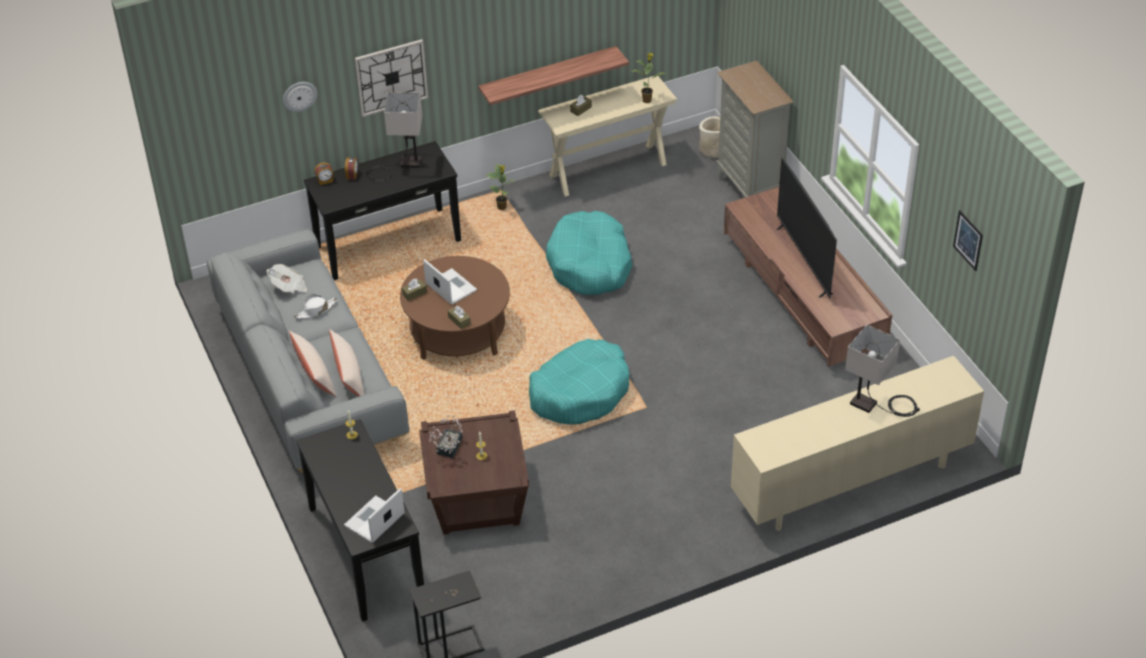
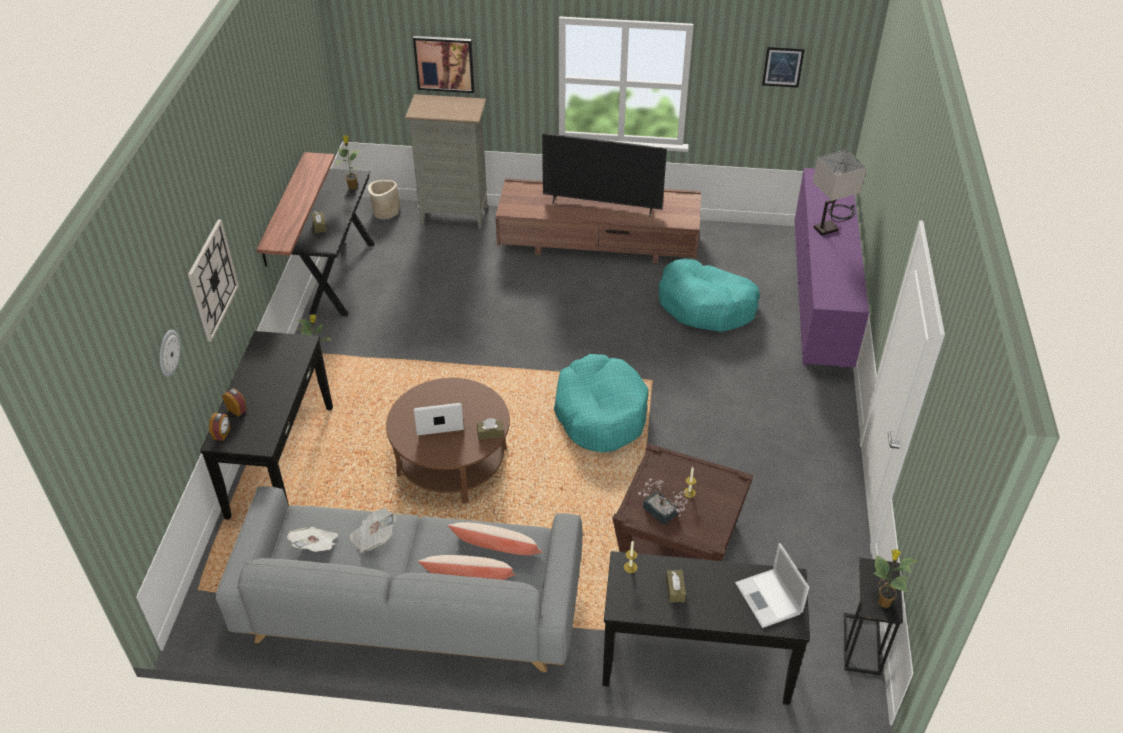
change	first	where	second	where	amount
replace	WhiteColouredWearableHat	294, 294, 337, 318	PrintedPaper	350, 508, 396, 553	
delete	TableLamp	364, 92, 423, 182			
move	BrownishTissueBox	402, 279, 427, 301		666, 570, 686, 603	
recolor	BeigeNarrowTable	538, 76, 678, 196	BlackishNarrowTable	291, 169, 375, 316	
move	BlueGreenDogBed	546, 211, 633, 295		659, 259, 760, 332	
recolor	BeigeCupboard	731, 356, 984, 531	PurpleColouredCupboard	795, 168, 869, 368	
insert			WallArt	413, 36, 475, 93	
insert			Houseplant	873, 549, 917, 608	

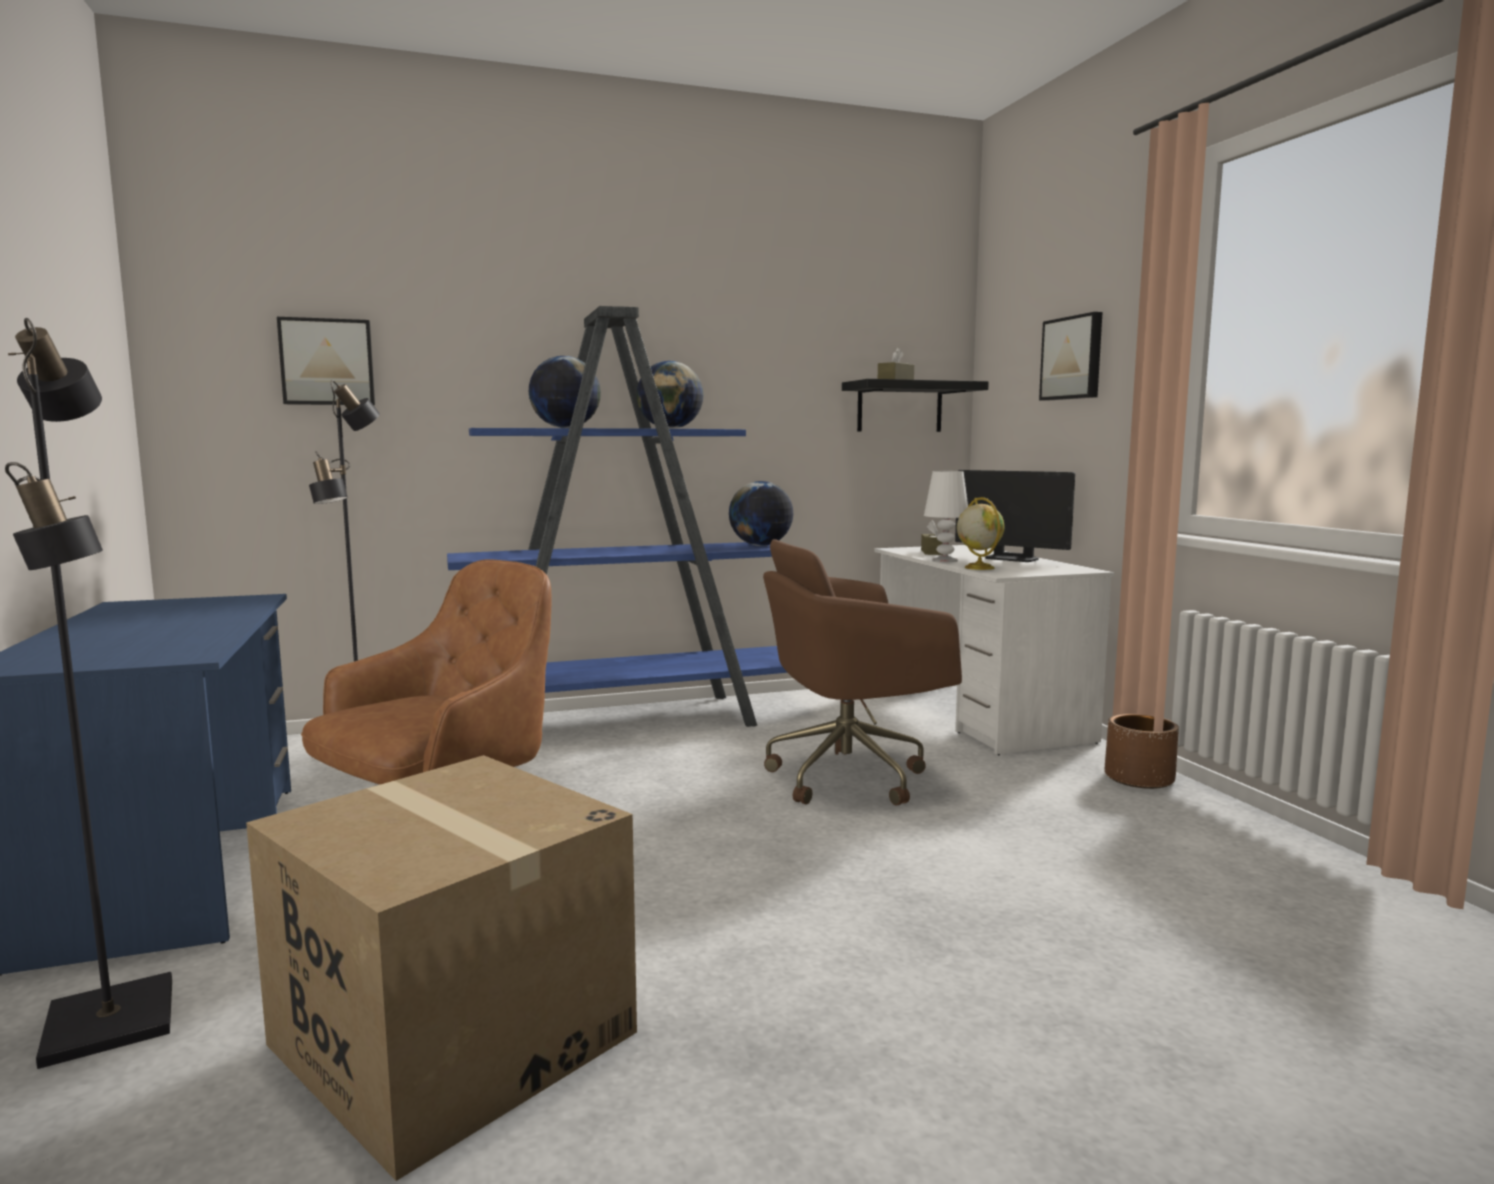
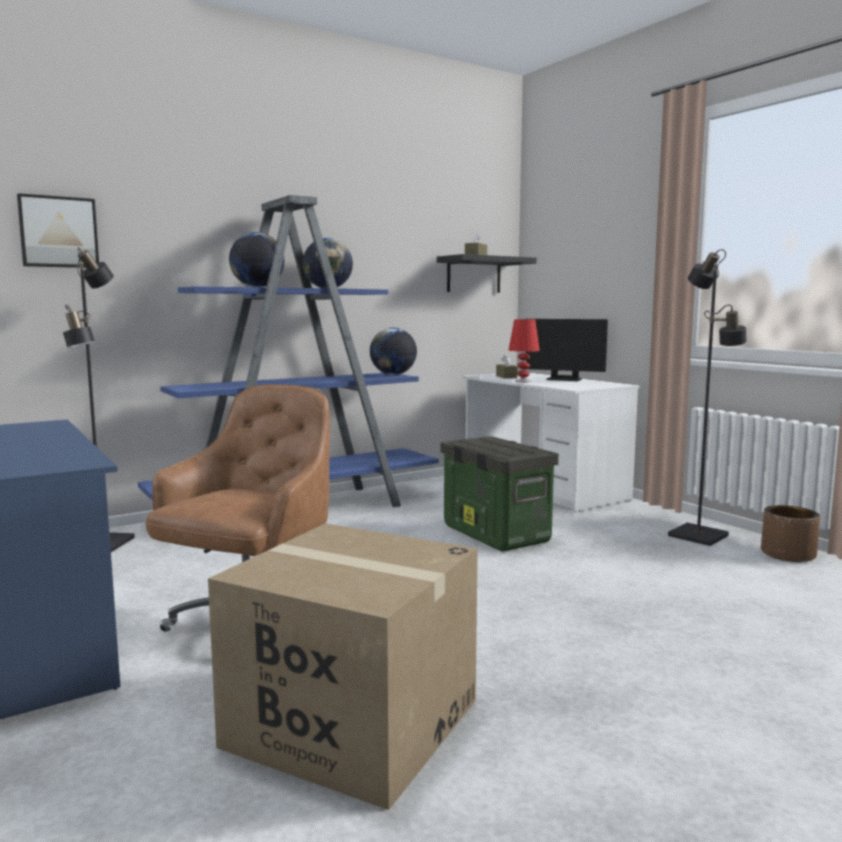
change	first	where	second	where	amount
move	BlackishStandardLamp	5, 318, 172, 1069		668, 249, 746, 546	
replace	BrownishComputerChair	763, 539, 962, 806	StorageBin	440, 436, 559, 552	
recolor	WhiteColouredTableLamp	924, 471, 968, 562	RedColouredTableLamp	509, 319, 540, 383	
delete	DeskGlobe	957, 497, 1005, 570			
delete	WallArt	1039, 312, 1102, 401			
move	BrownishFlowerPot	1105, 714, 1179, 789		761, 505, 820, 562	

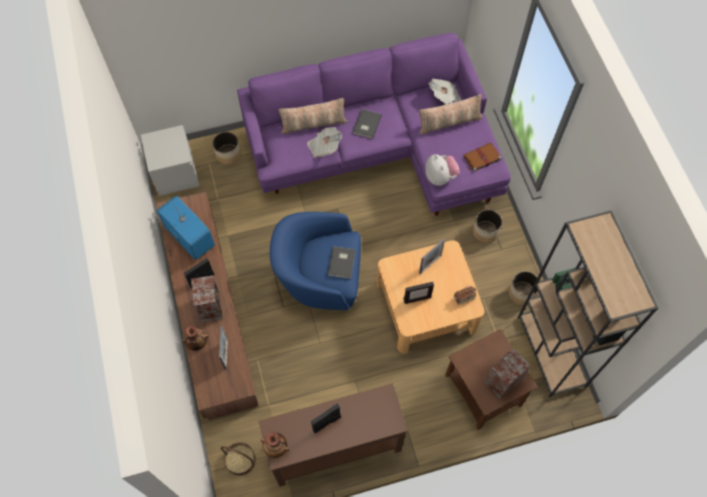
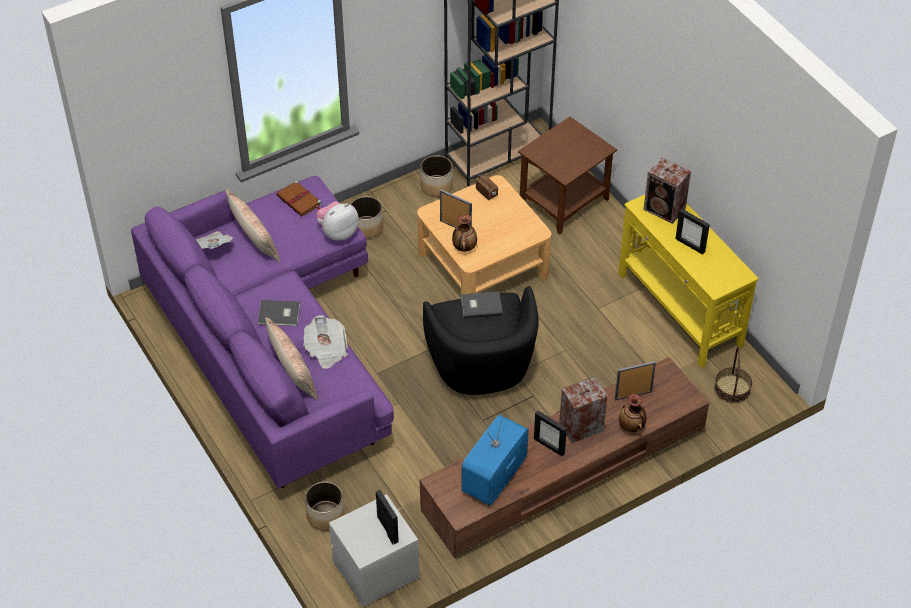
change	first	where	second	where	amount
recolor	BrownishNarrowTable	259, 383, 408, 487	YellowColouredNarrowTable	618, 195, 759, 368	
move	Vase	261, 432, 289, 458		452, 214, 477, 252	
recolor	BlueColouredArmchair	270, 212, 361, 310	BlackishArmchair	423, 286, 539, 395	
move	StandingFrame	404, 282, 434, 304		376, 490, 399, 545	
move	Loudspeaker	484, 349, 531, 399		643, 157, 691, 224	

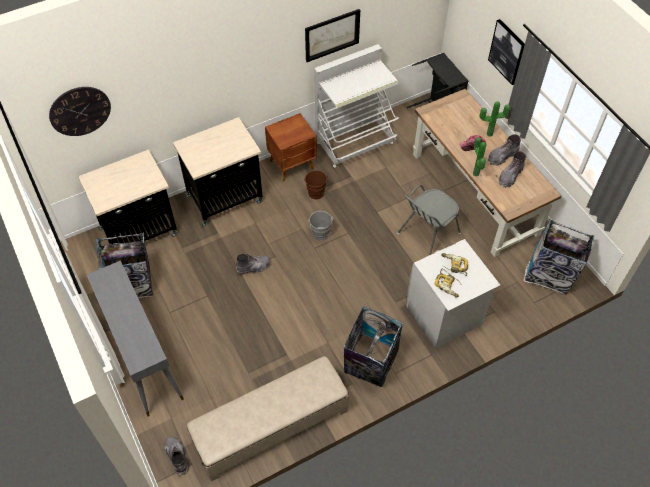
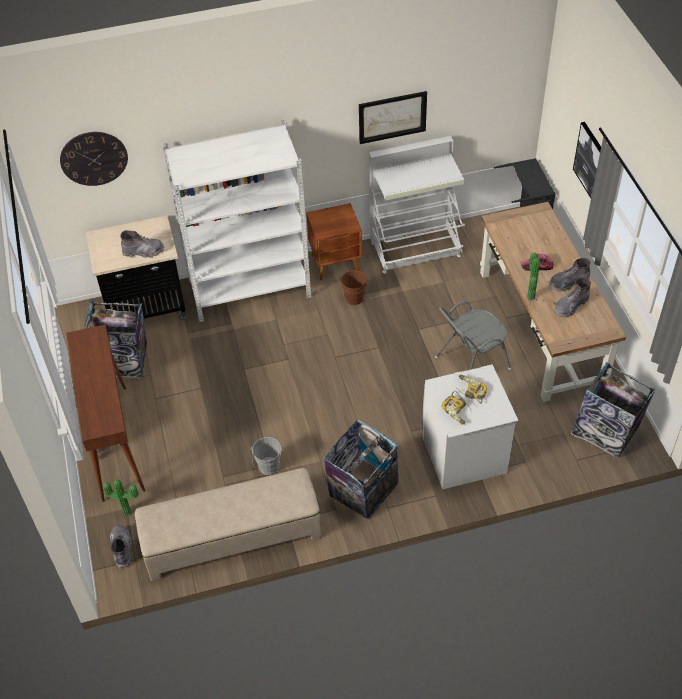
change	first	where	second	where	amount
recolor	GrayNarrowTable	87, 260, 184, 417	BrownishNarrowTable	66, 325, 145, 502	
replace	BlackishTrolley	173, 117, 263, 226	WhiteColouredShelvingUnit	162, 119, 311, 322	
move	GrayBoot	236, 254, 271, 275		120, 230, 164, 258	
move	GrayBucket	308, 211, 333, 241		251, 437, 283, 475	
move	Houseplant	480, 101, 510, 137		103, 480, 138, 516	

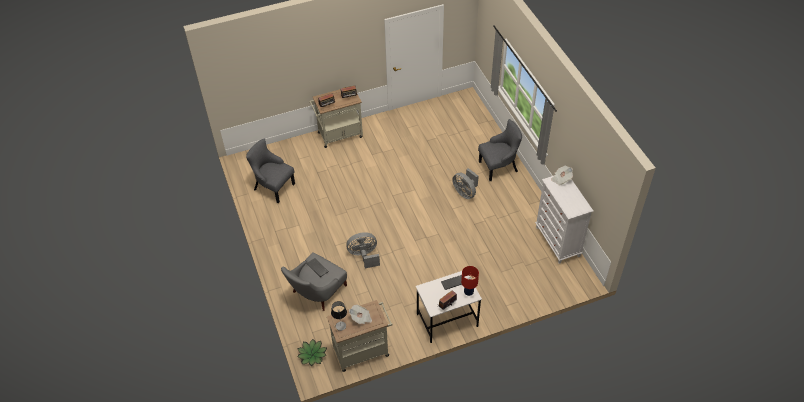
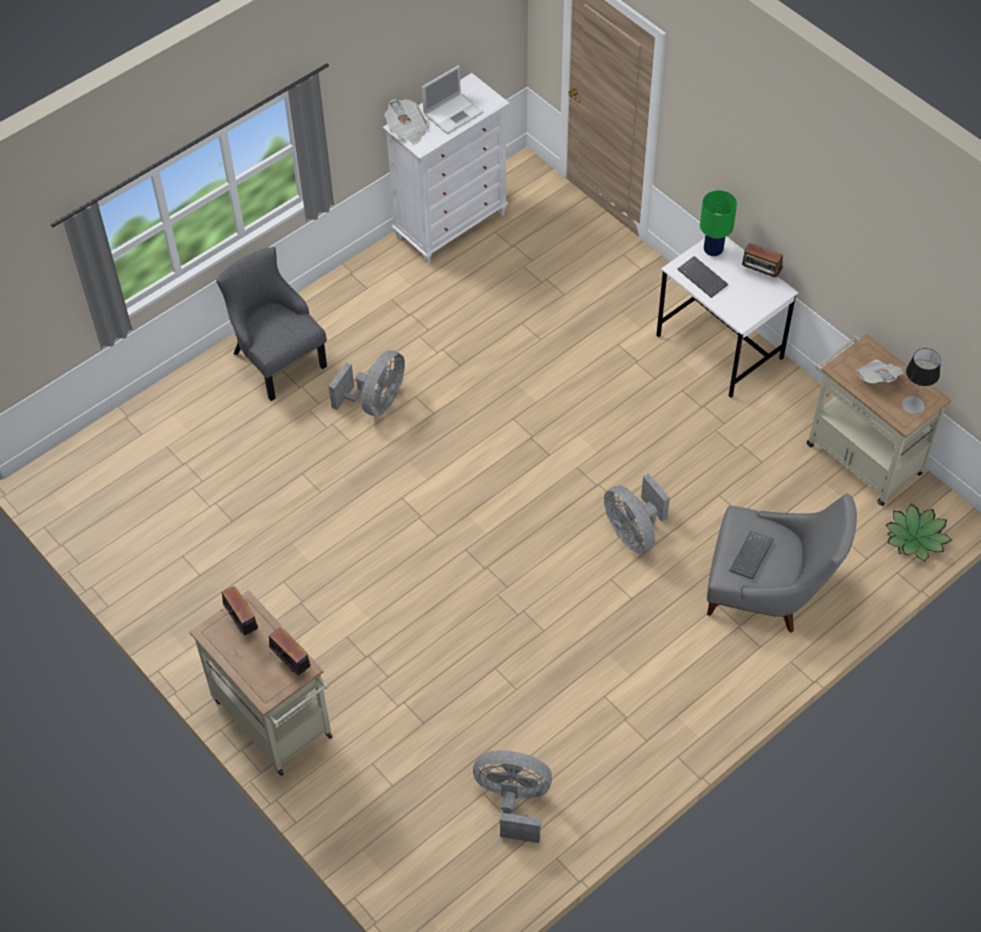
change	first	where	second	where	amount
replace	GrayArmchair	246, 138, 295, 203	GrayCoolingFan	473, 750, 552, 843	
recolor	RedColouredTableLamp	461, 266, 479, 296	GreenColouredTableLamp	700, 190, 737, 256	
insert			Laptop	422, 65, 483, 134	

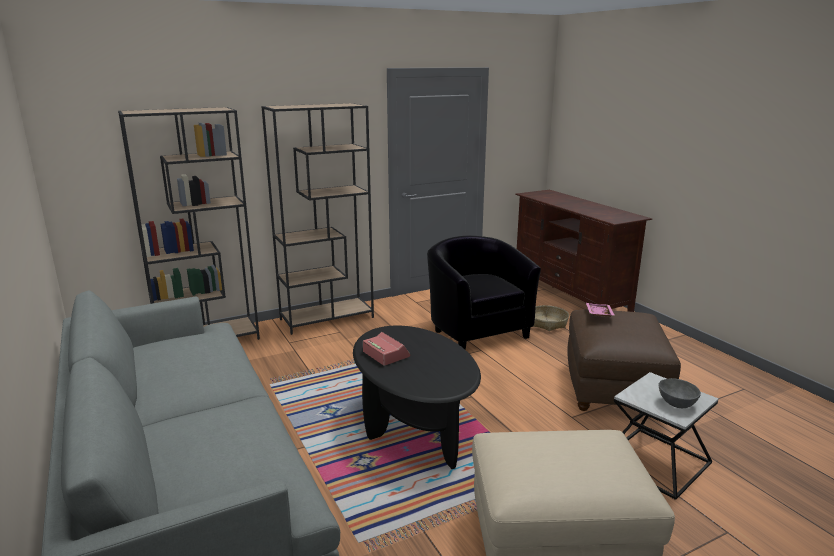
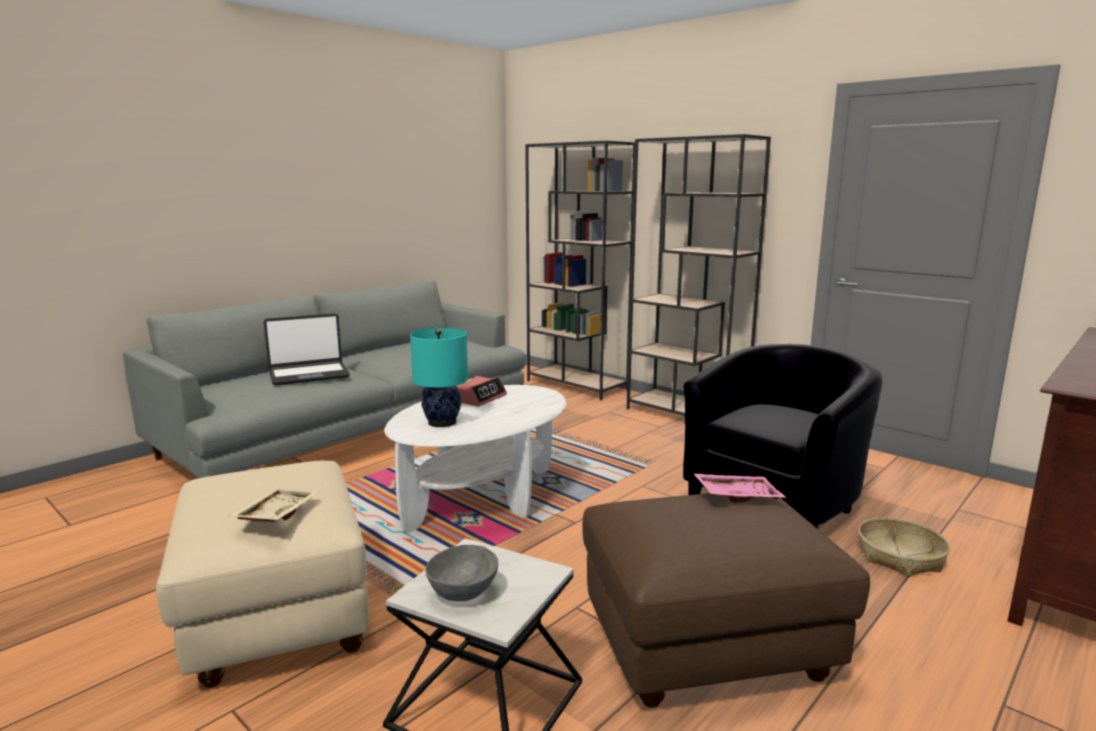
change	first	where	second	where	amount
recolor	BlackishLoungeTable	353, 325, 481, 469	WhiteColouredLoungeTable	384, 385, 566, 533	
insert			BeigeCarryingTray	228, 488, 319, 522	
insert			Laptop	264, 314, 350, 385	
insert			BlueGreenTableLamp	410, 328, 468, 427	

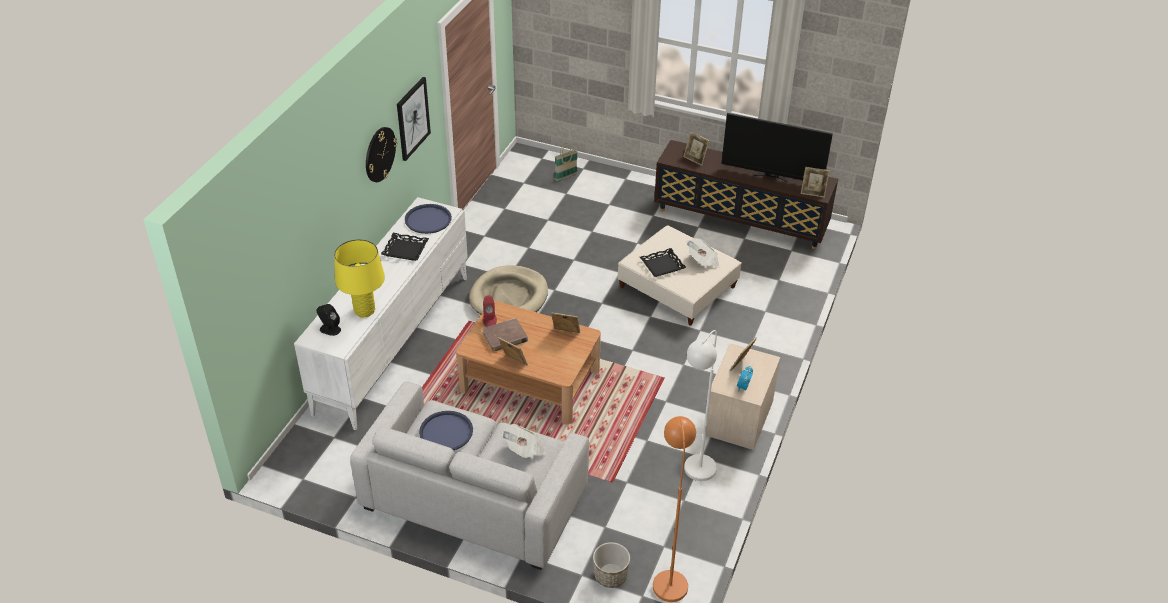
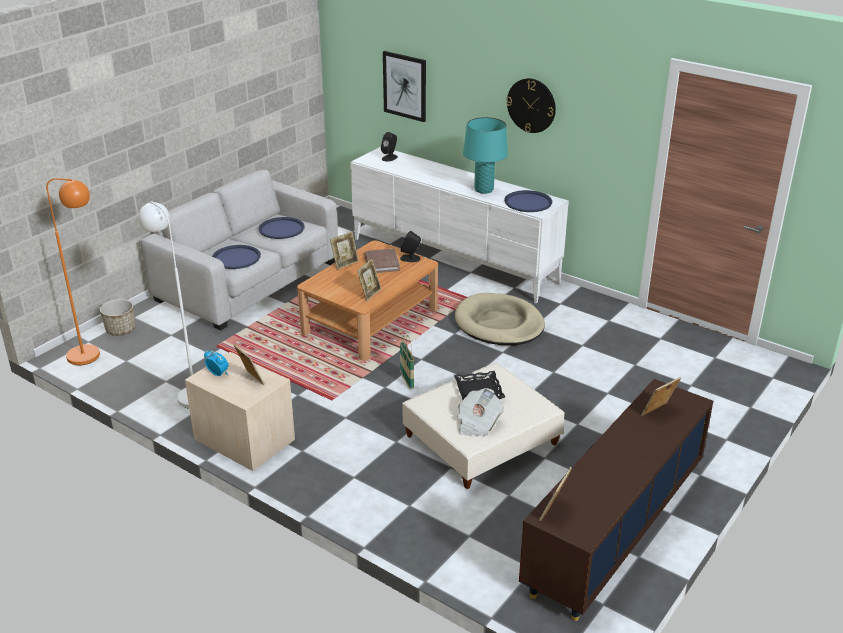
change	first	where	second	where	amount
delete	YellowColouredTableLamp	334, 239, 385, 317			
replace	BlackishCarryingTray	381, 233, 429, 261	BlueGreenTableLamp	463, 117, 508, 194	
move	WallArt	397, 77, 431, 161		383, 51, 426, 122	
recolor	RedColouredLoudspeaker	483, 295, 497, 327	BlackishLoudspeaker	400, 231, 421, 262	
replace	PrintedPaper	501, 424, 546, 458	BlueColouredCarryingTray	212, 245, 261, 269	
move	StorageBasket	554, 143, 578, 181		400, 335, 414, 389	
delete	Tv	721, 113, 833, 183			

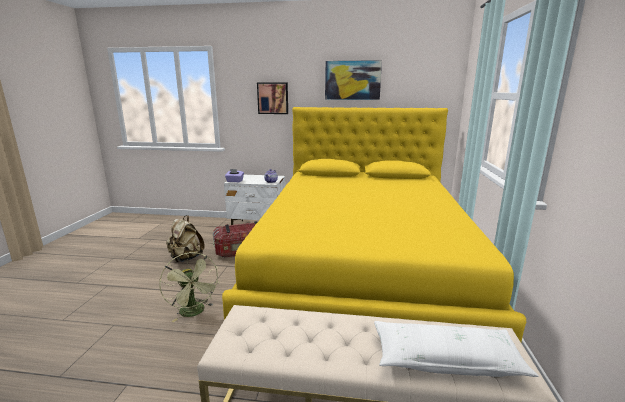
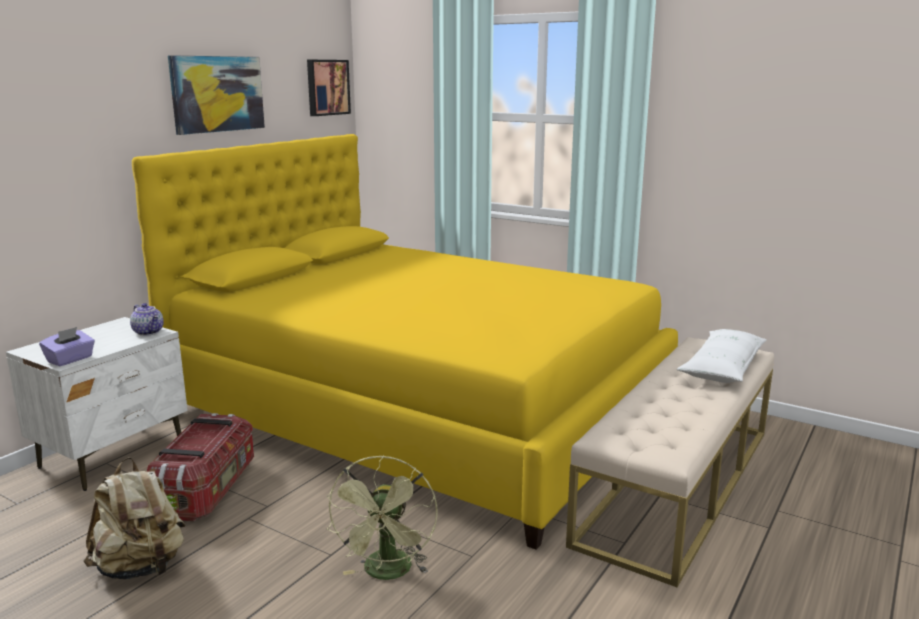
change	first	where	second	where	amount
rotate	GreenColouredCoolingFan	160, 252, 220, 322		327, 455, 438, 580	105 degrees clockwise
move	WallArt	257, 82, 288, 114		307, 60, 351, 116	

